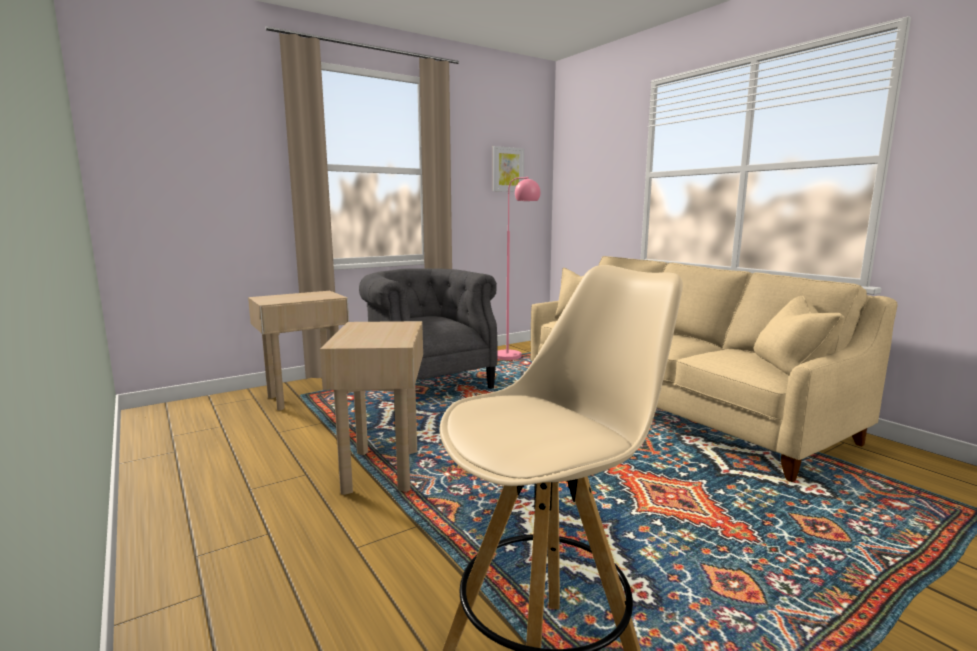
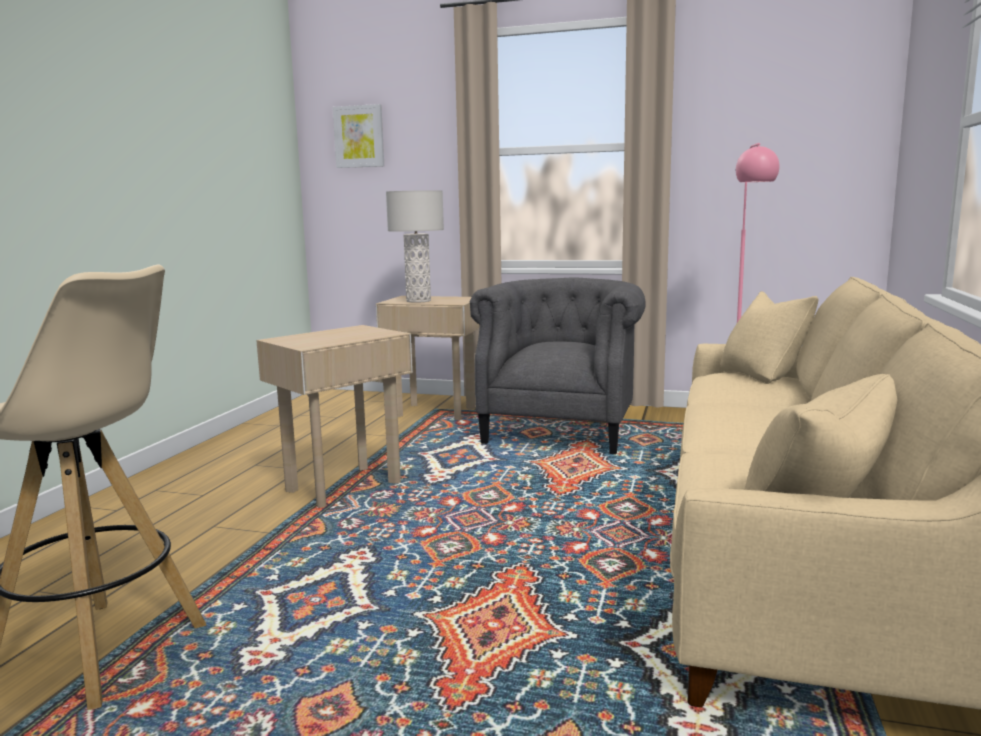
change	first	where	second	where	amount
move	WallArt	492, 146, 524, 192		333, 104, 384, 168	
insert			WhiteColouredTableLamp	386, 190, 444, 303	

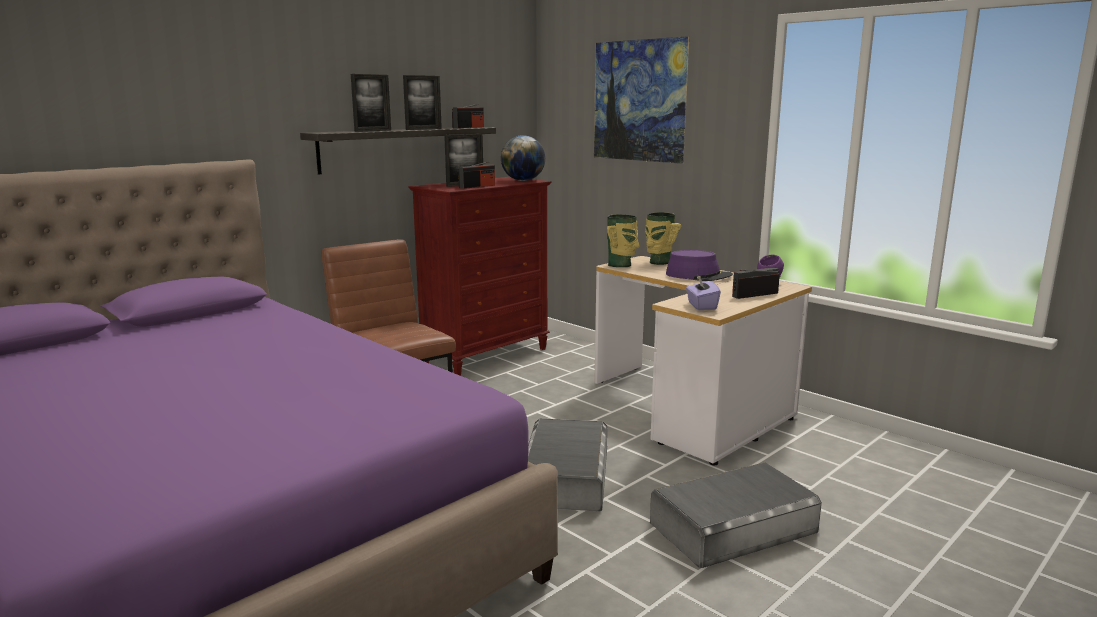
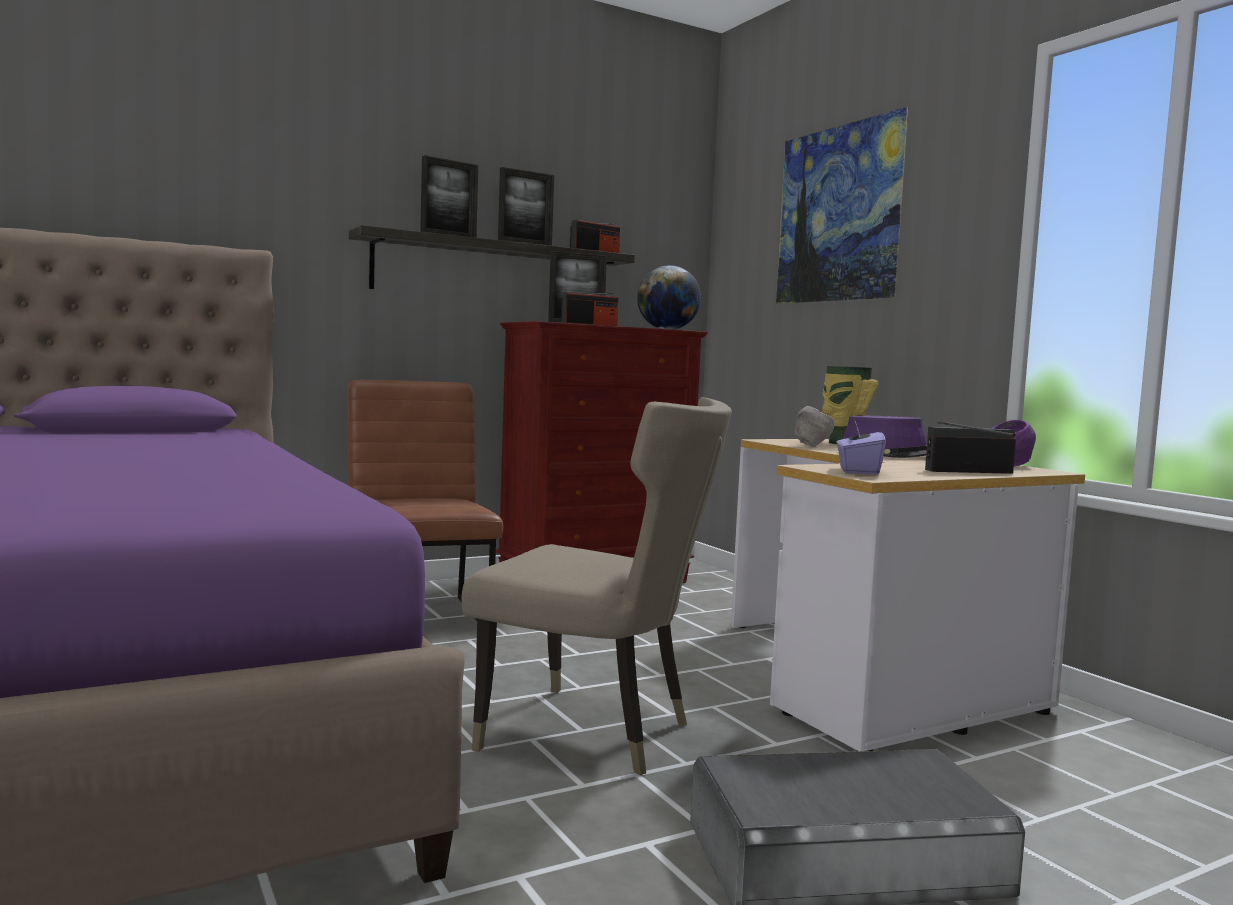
change	first	where	second	where	amount
replace	GrayStorageBin	528, 419, 607, 512	BeigeChair	462, 397, 732, 776	
delete	Vase	607, 214, 640, 267			
insert			GrayServingBowl	794, 406, 835, 447	

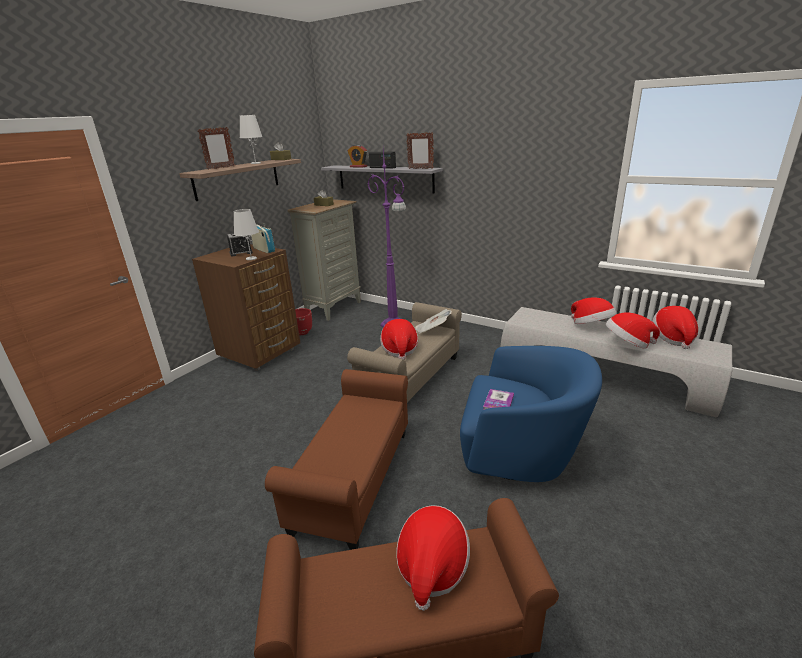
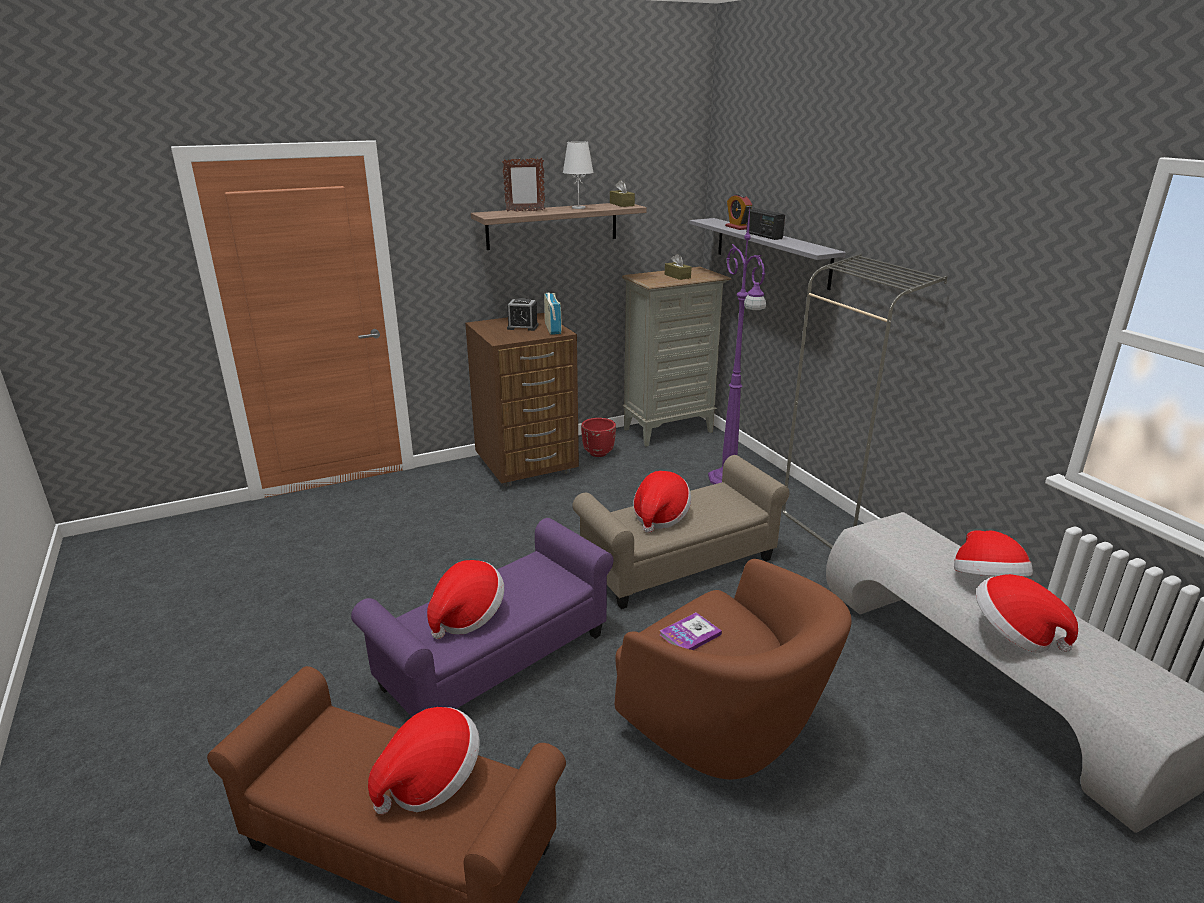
change	first	where	second	where	amount
delete	WhiteColouredTableLamp	233, 209, 259, 260			
recolor	BrownishOttoman	265, 369, 408, 550	PurpleColouredOttoman	351, 518, 614, 717	
delete	StandingFrame	406, 132, 434, 169			
delete	PrintedPaper	415, 309, 452, 334			
recolor	BlueColouredArmchair	460, 346, 602, 482	BrownishArmchair	615, 559, 852, 779	
move	WearableHat	652, 306, 698, 349		427, 560, 504, 639	
insert			GrayClothesRack	782, 254, 947, 549	

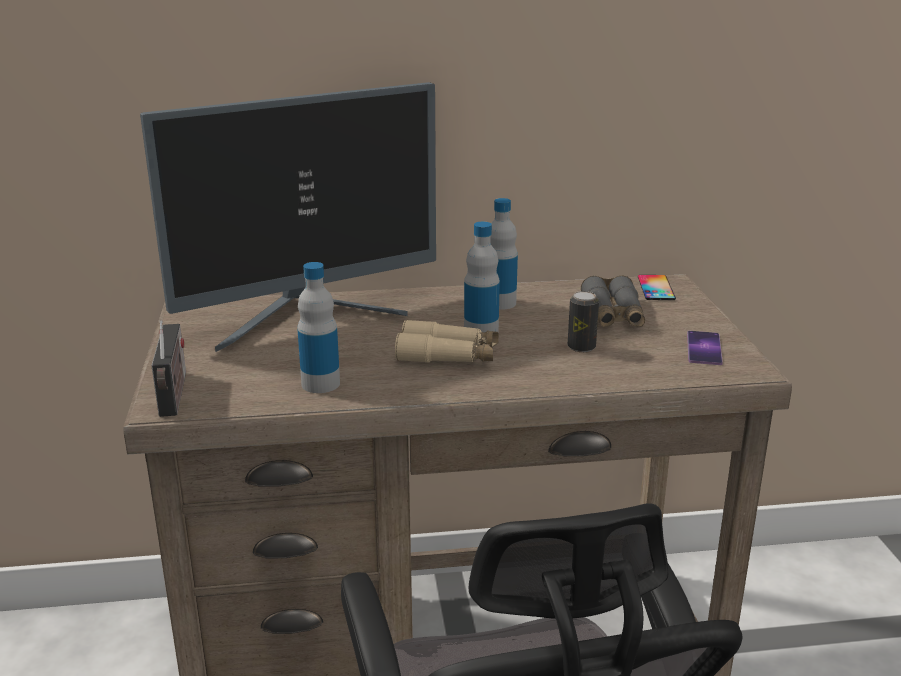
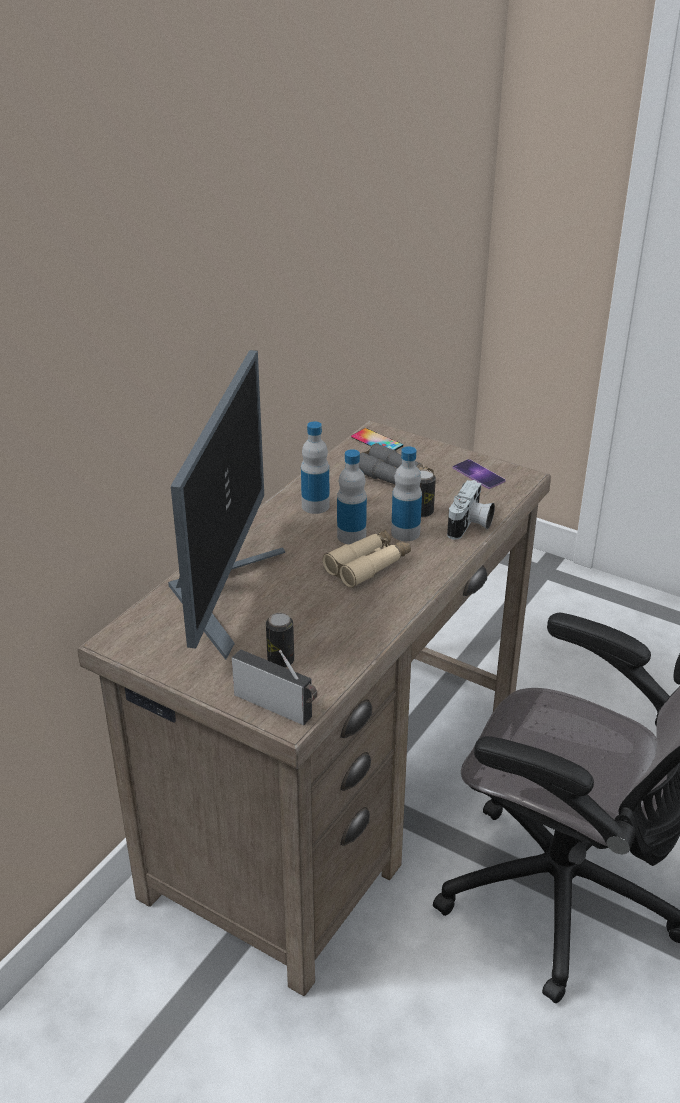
change	first	where	second	where	amount
move	BeverageBottle	297, 262, 340, 393		391, 446, 422, 541	
insert			SealedCan	266, 613, 294, 668	
insert			PhotoCamera	447, 480, 495, 540	

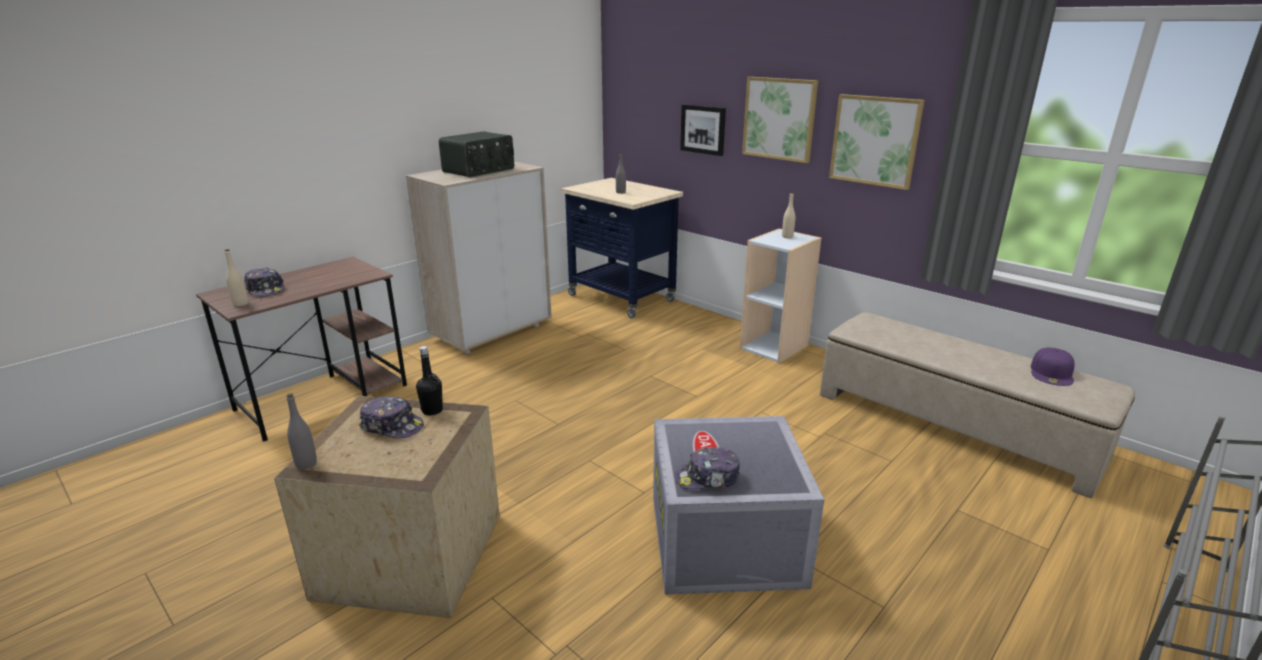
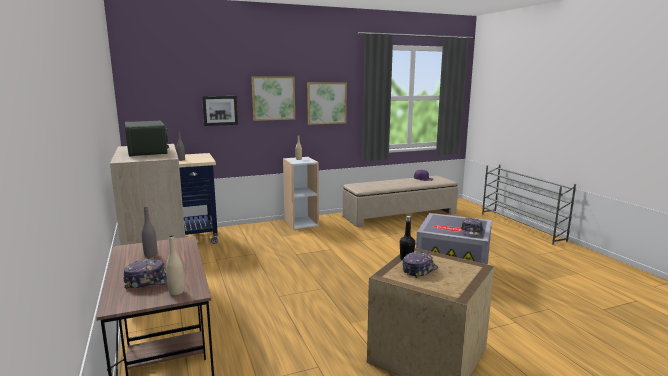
change	first	where	second	where	amount
move	GrayBeverageBottle	286, 393, 317, 470		142, 207, 157, 257	

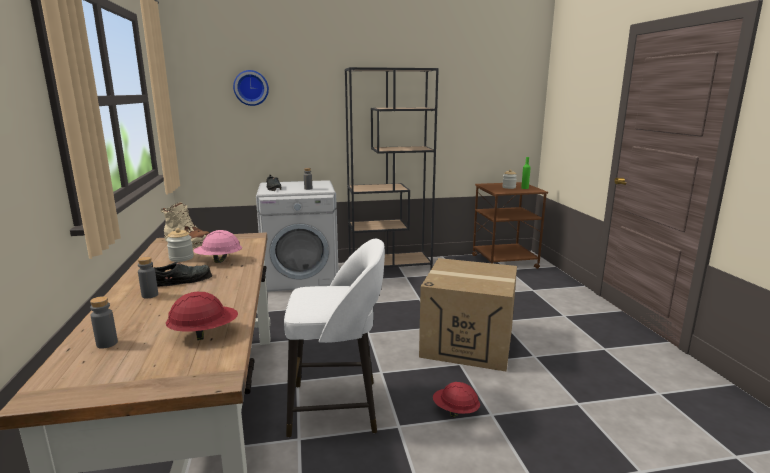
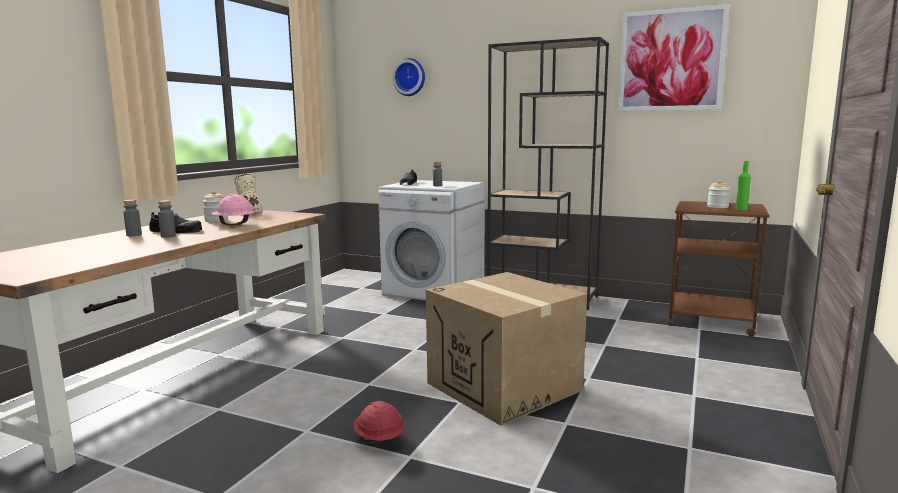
change	first	where	second	where	amount
move	GrayBeverageBottle	90, 296, 118, 349		158, 200, 176, 238	
delete	RedColouredSafetyHelmet	166, 292, 238, 340			
delete	WhiteColouredStool	284, 239, 385, 437			
insert			WallArt	618, 4, 729, 111	

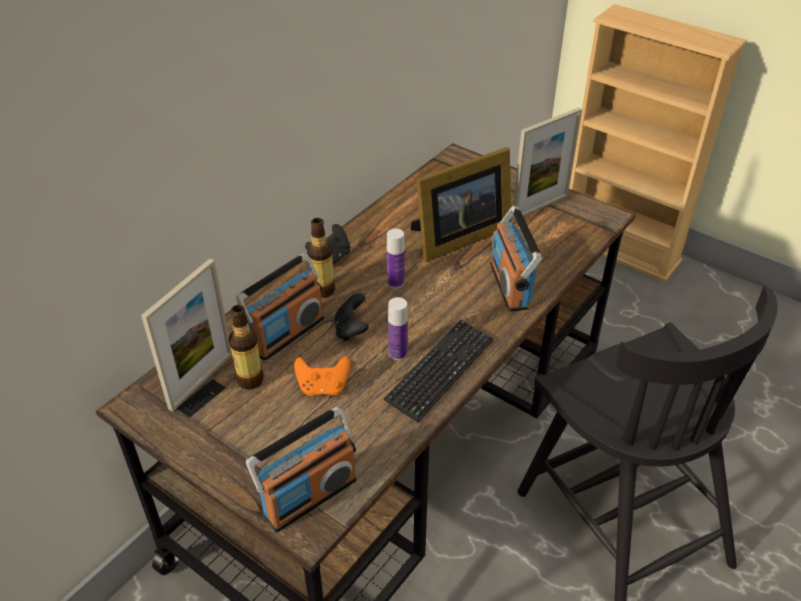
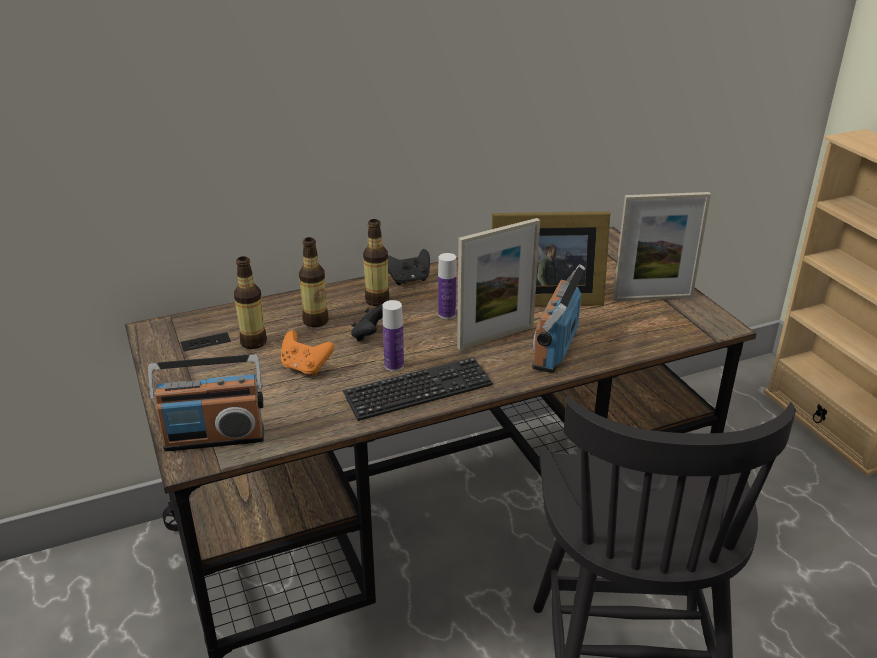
change	first	where	second	where	amount
move	StandingFrame	141, 259, 232, 412		457, 218, 540, 350	
replace	RadioReceiver	236, 253, 324, 361	BeverageBottle	299, 237, 328, 327	

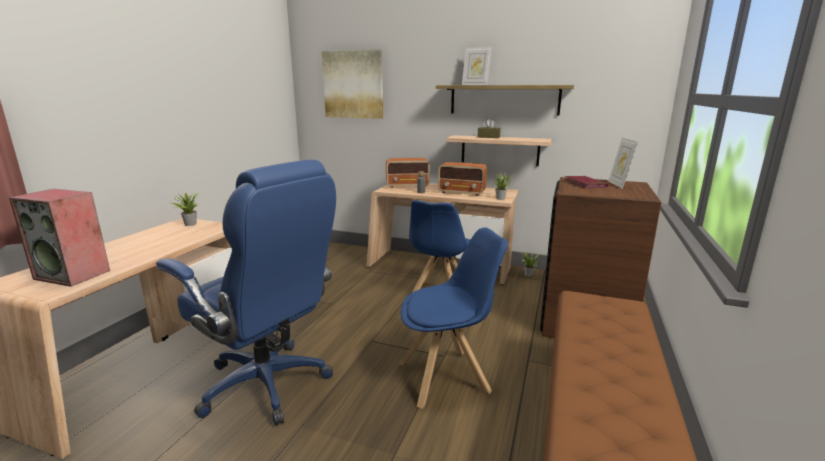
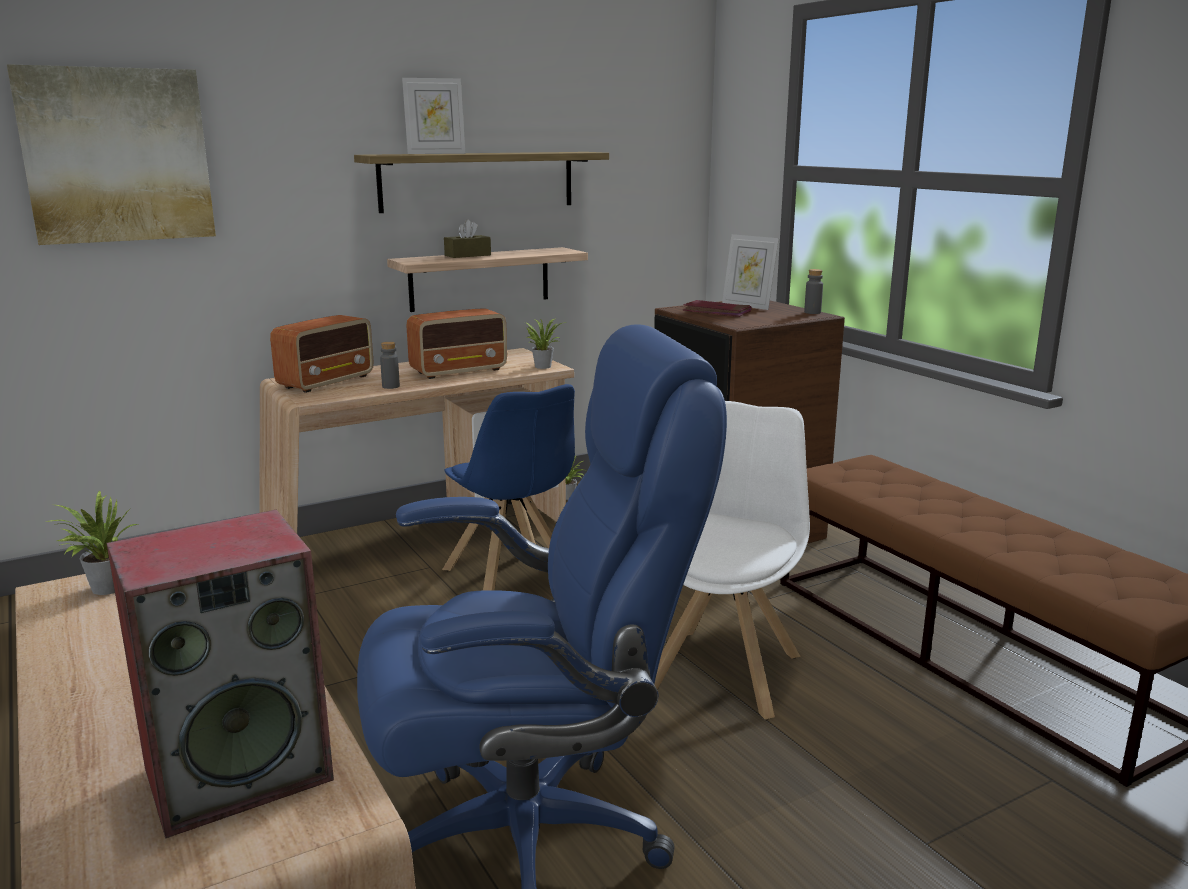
change	first	where	second	where	amount
recolor	BlueColouredChair	398, 228, 508, 409	WhiteColouredChair	654, 401, 810, 720	
insert			GrayBeverageBottle	804, 269, 823, 314	

